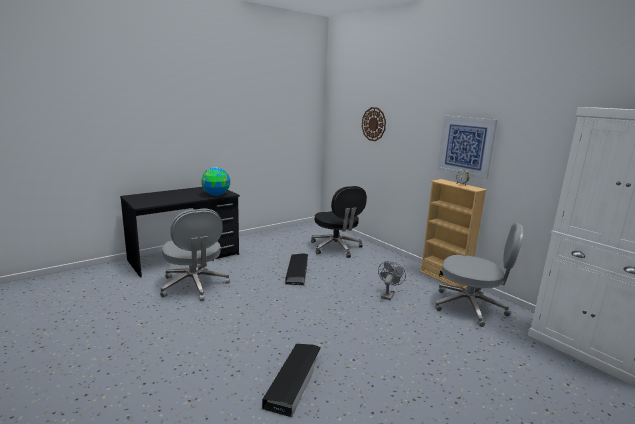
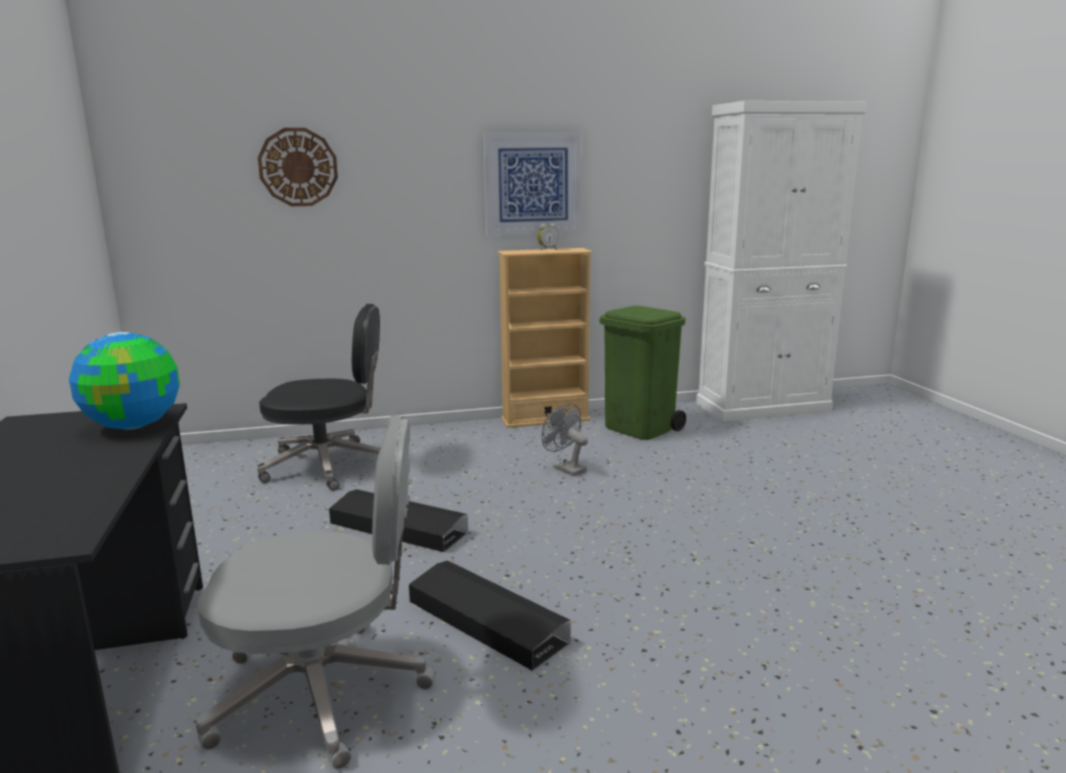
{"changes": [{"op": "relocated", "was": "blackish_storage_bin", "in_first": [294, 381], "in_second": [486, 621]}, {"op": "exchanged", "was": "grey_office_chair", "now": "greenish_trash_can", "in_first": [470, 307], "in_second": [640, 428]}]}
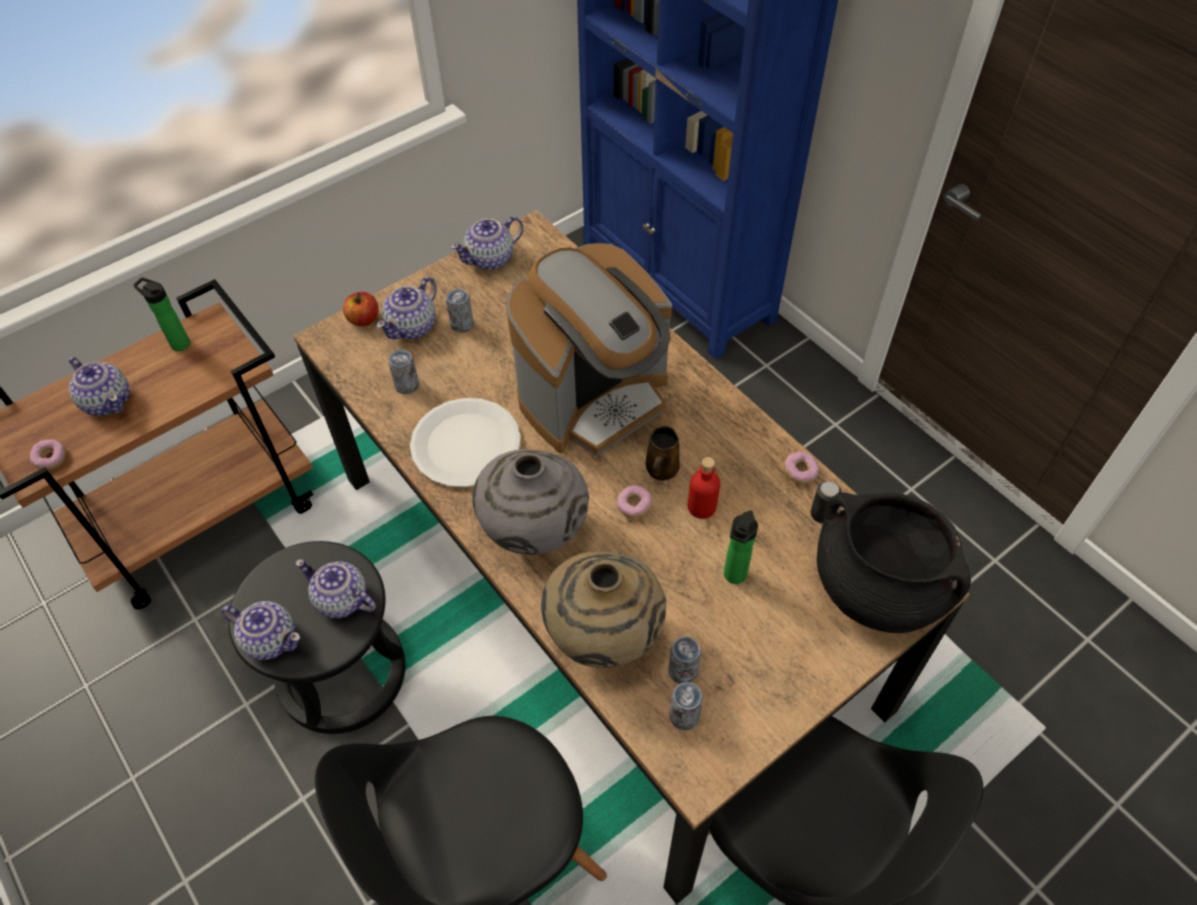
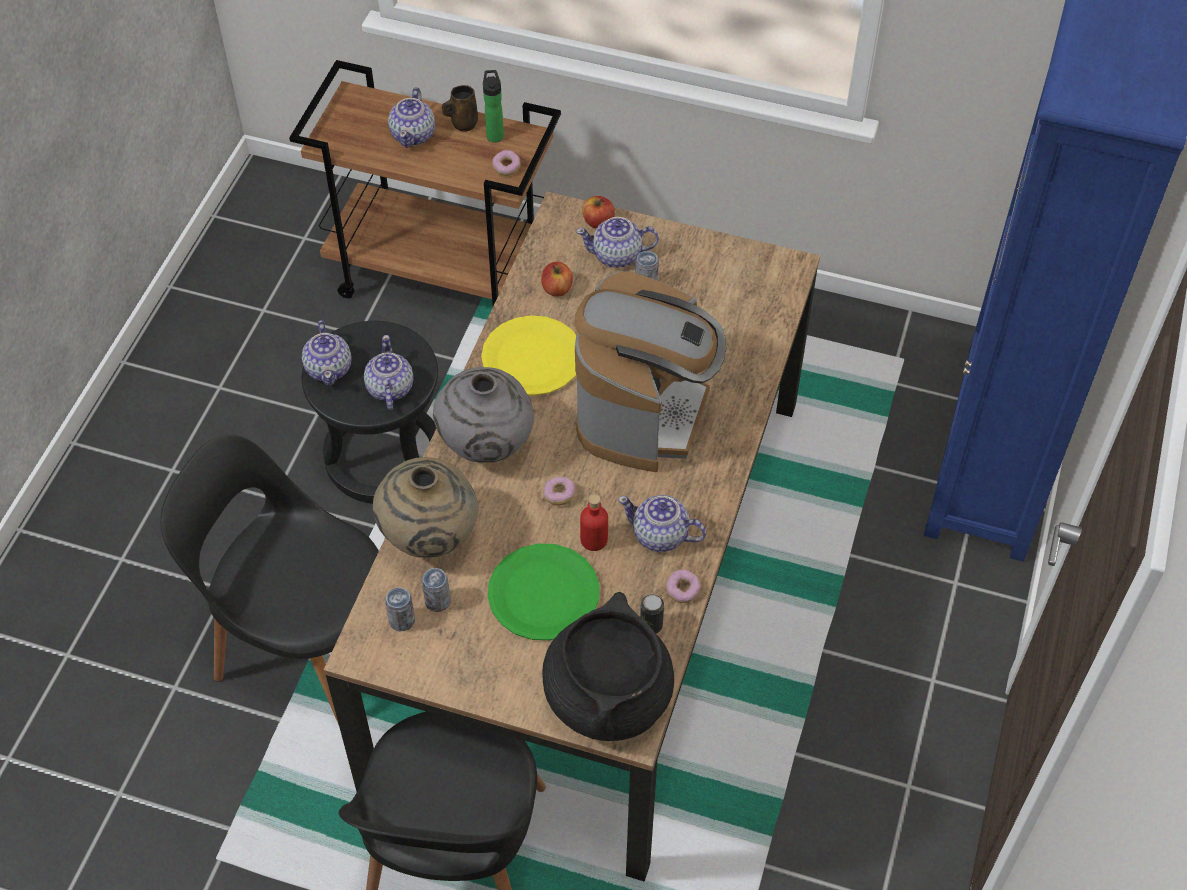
{"changes": [{"op": "relocated", "was": "donut", "in_first": [51, 459], "in_second": [506, 167]}, {"op": "exchanged", "was": "metal_can", "now": "apple", "in_first": [407, 385], "in_second": [557, 289]}, {"op": "colour", "was": "white-coloured_flat_dish", "now": "yellow-coloured_flat_dish", "in_first": [466, 444], "in_second": [532, 358]}, {"op": "relocated", "was": "teapot", "in_first": [491, 258], "in_second": [661, 535]}, {"op": "spun", "was": "coffee_machine", "in_first": [595, 399], "in_second": [644, 413], "clockwise": -90}, {"op": "relocated", "was": "brownish_tea_mug", "in_first": [661, 470], "in_second": [463, 123]}, {"op": "exchanged", "was": "beverage_bottle", "now": "greenish_flat_dish", "in_first": [733, 577], "in_second": [543, 593]}]}
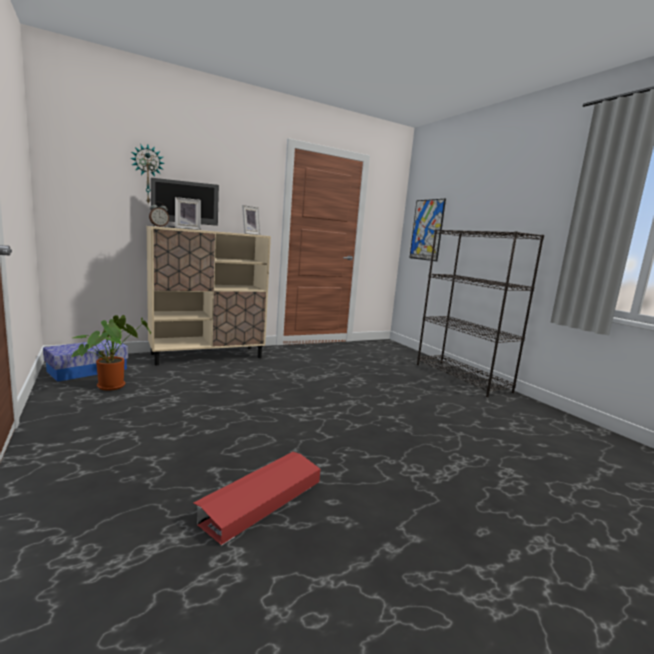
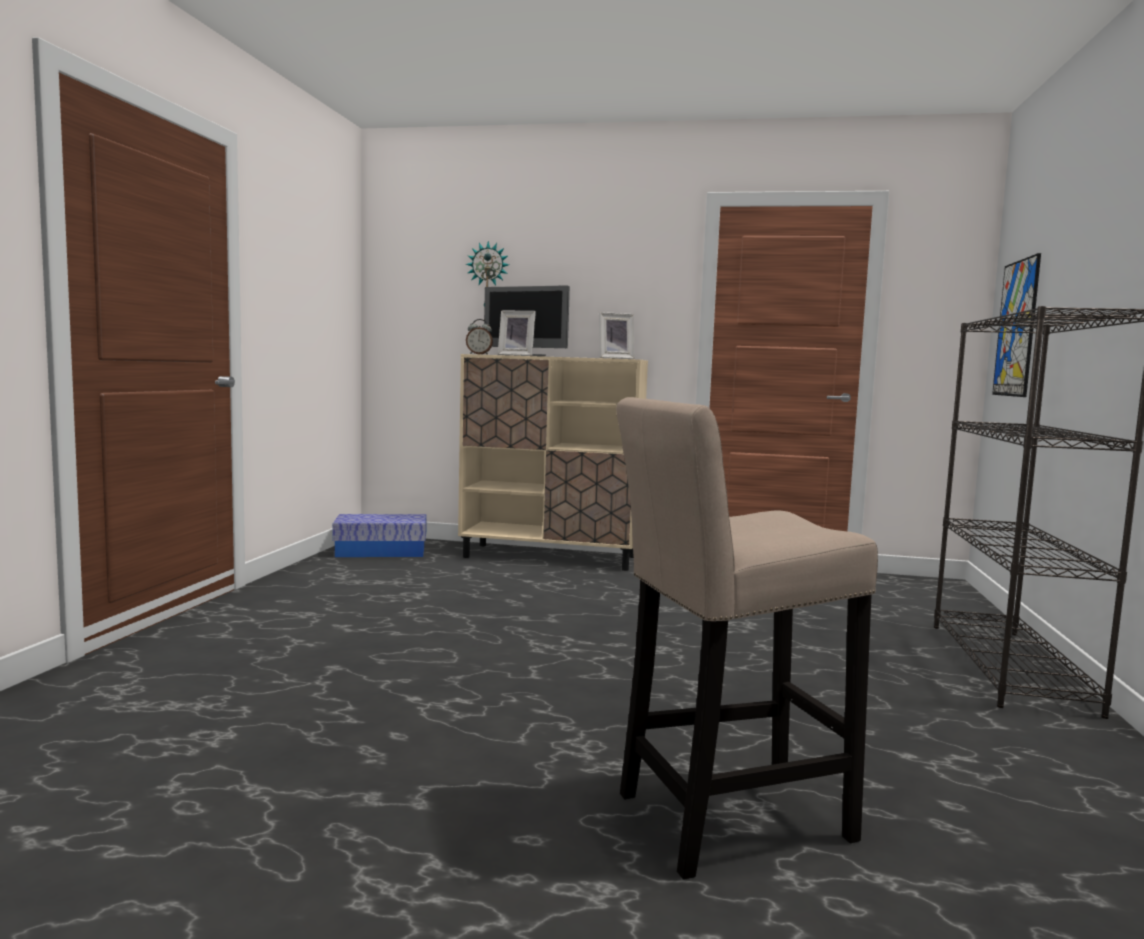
{"changes": [{"op": "missing", "was": "plant_in_a_pot", "in_first": [112, 385]}, {"op": "missing", "was": "reddish_storage_bin", "in_first": [261, 500]}, {"op": "appeared", "now": "sand-coloured_stool_seat", "in_second": [722, 820]}]}
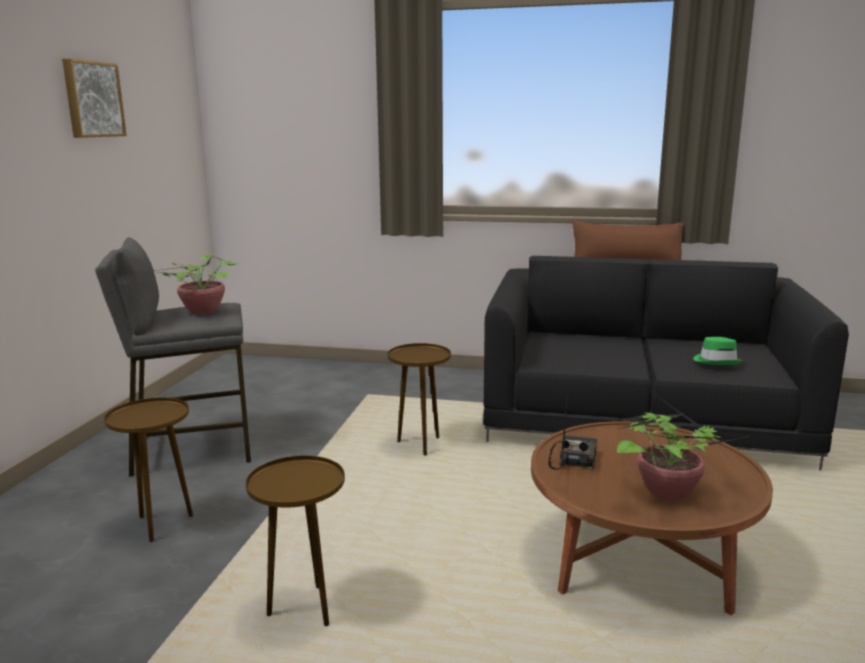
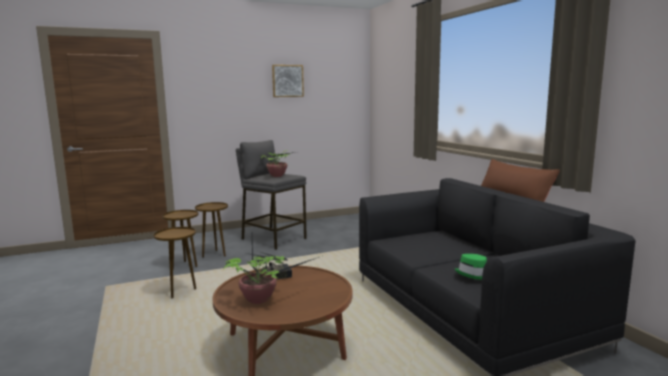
{"changes": [{"op": "relocated", "was": "brownish_side_table", "in_first": [420, 445], "in_second": [184, 266]}]}
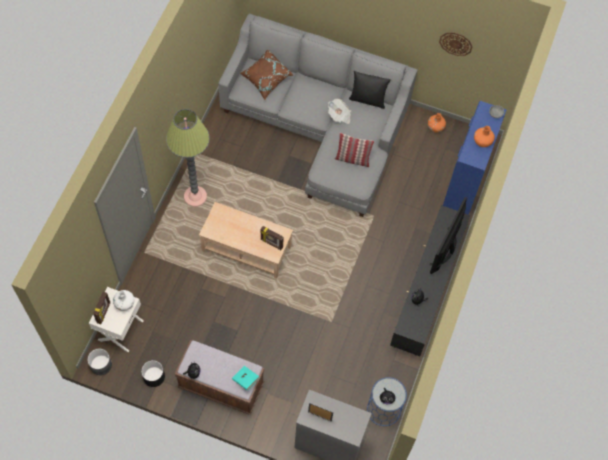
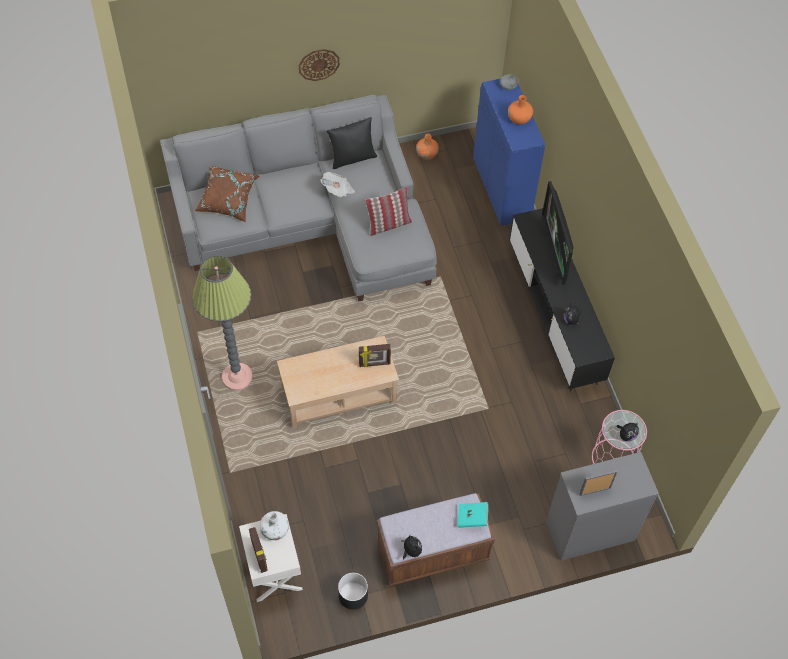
{"changes": [{"op": "missing", "was": "grey_flower_pot", "in_first": [101, 365]}, {"op": "colour", "was": "bluish_side_table", "now": "pink_side_table", "in_first": [384, 409], "in_second": [613, 458]}, {"op": "relocated", "was": "hanging_clock", "in_first": [455, 43], "in_second": [319, 64]}]}
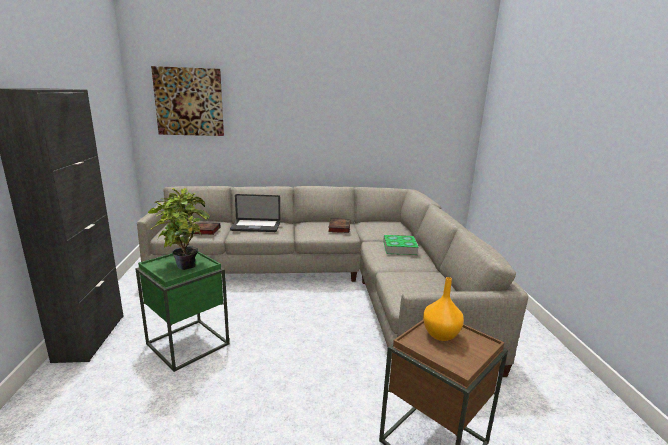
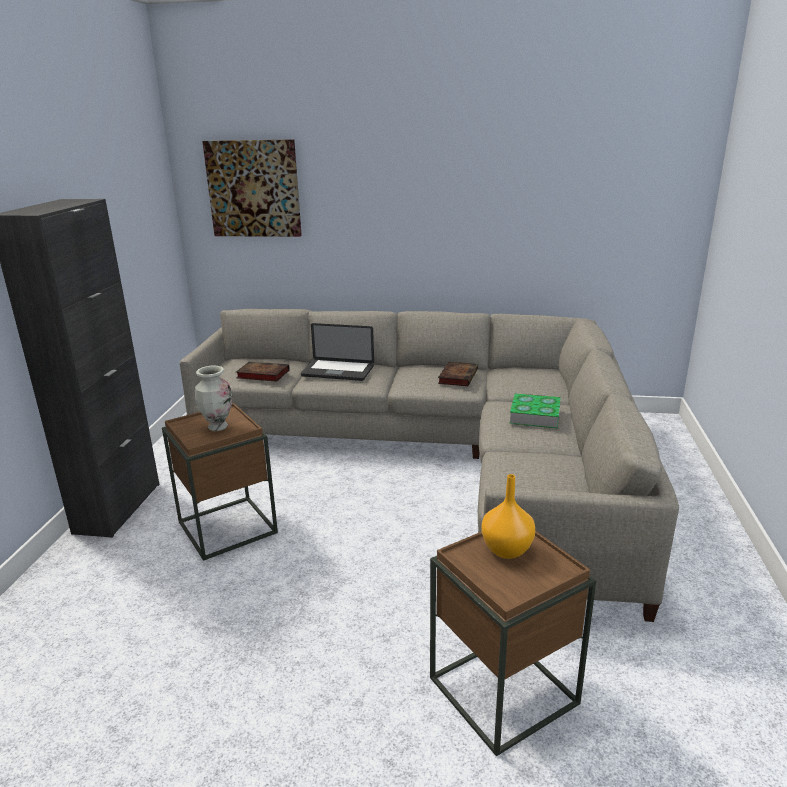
{"changes": [{"op": "colour", "was": "greenish_side_table", "now": "brownish_side_table", "in_first": [188, 343], "in_second": [227, 527]}, {"op": "exchanged", "was": "plant_in_a_pot", "now": "flower_vase", "in_first": [184, 265], "in_second": [217, 427]}]}
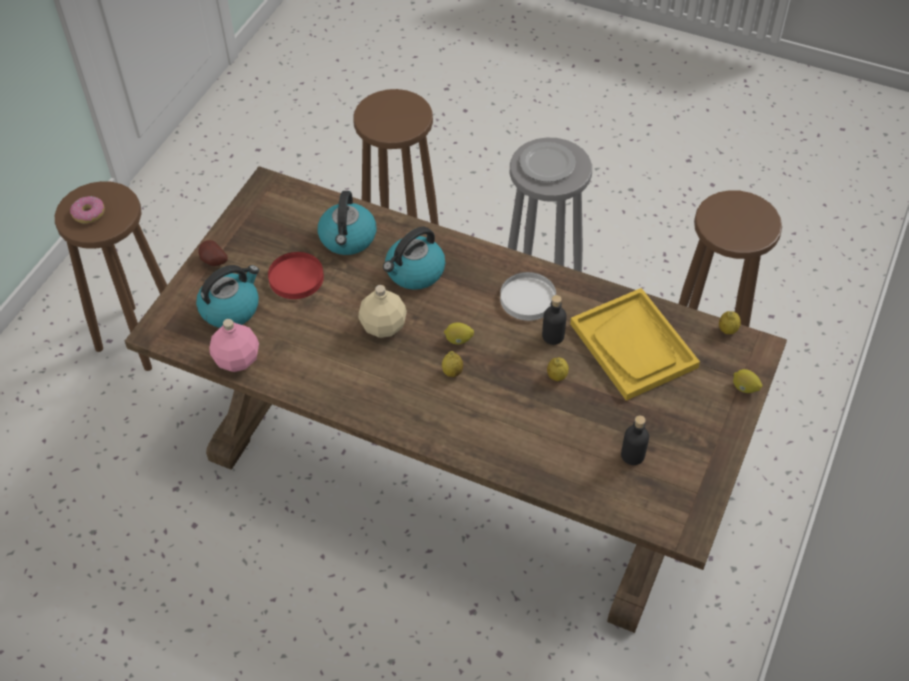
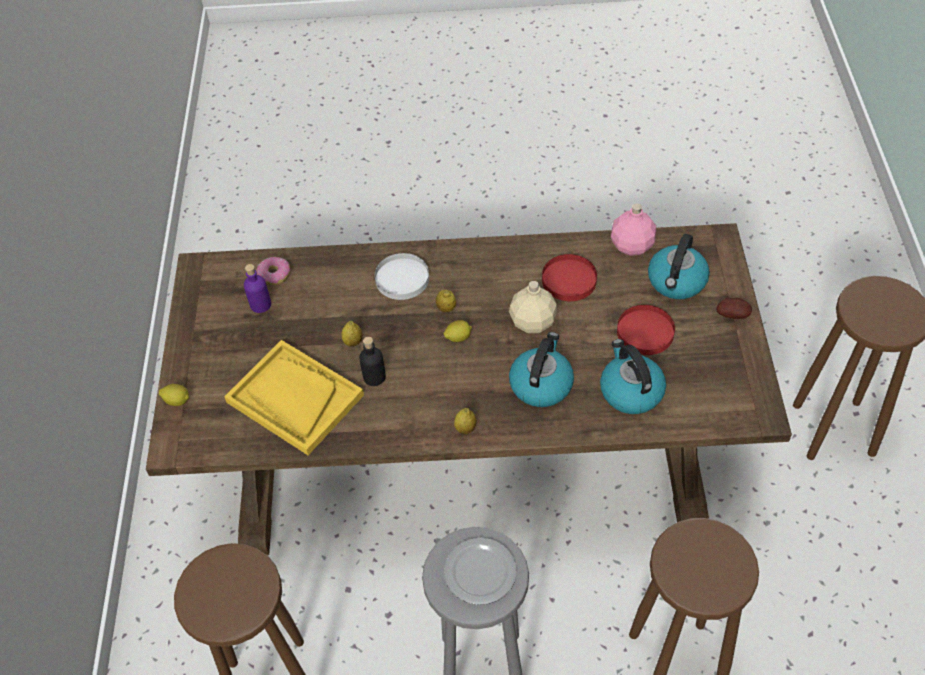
{"changes": [{"op": "relocated", "was": "donut", "in_first": [89, 214], "in_second": [274, 275]}, {"op": "relocated", "was": "white-coloured_flat_dish", "in_first": [528, 299], "in_second": [402, 278]}, {"op": "colour", "was": "blackish_beverage_bottle", "now": "purple-coloured_beverage_bottle", "in_first": [633, 455], "in_second": [260, 304]}, {"op": "relocated", "was": "citrus_fruit", "in_first": [727, 330], "in_second": [465, 428]}, {"op": "appeared", "now": "reddish_flat_dish", "in_second": [568, 280]}]}
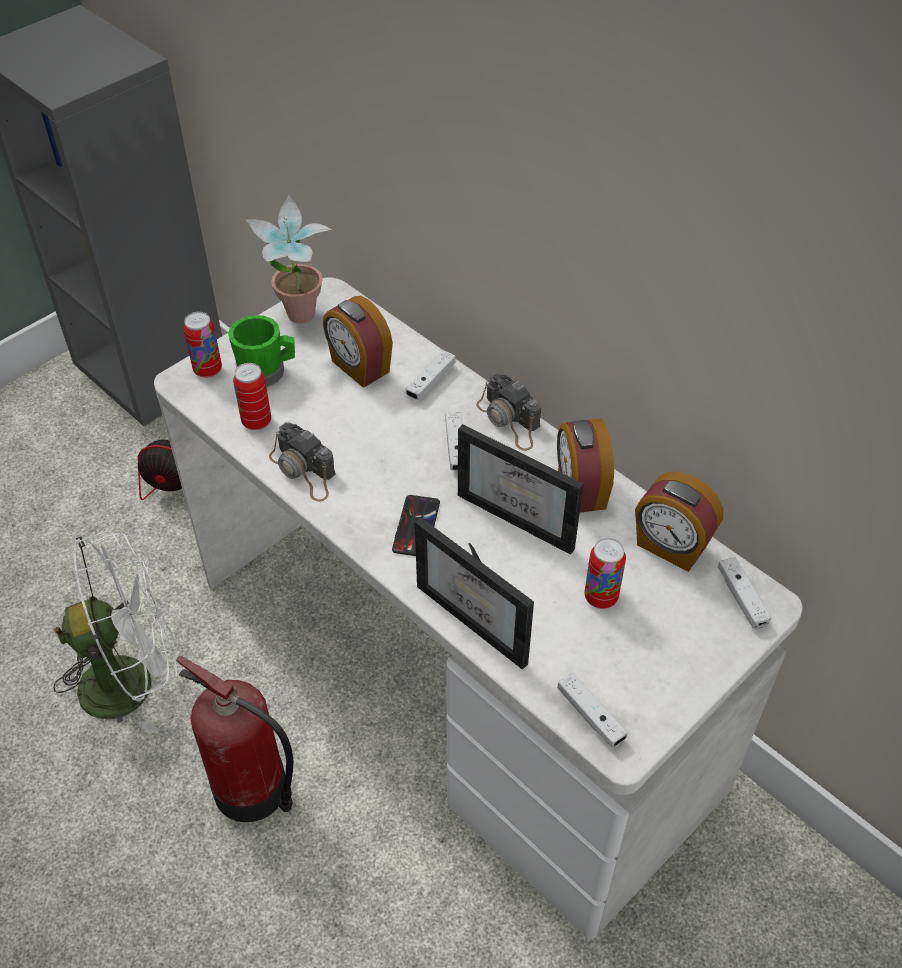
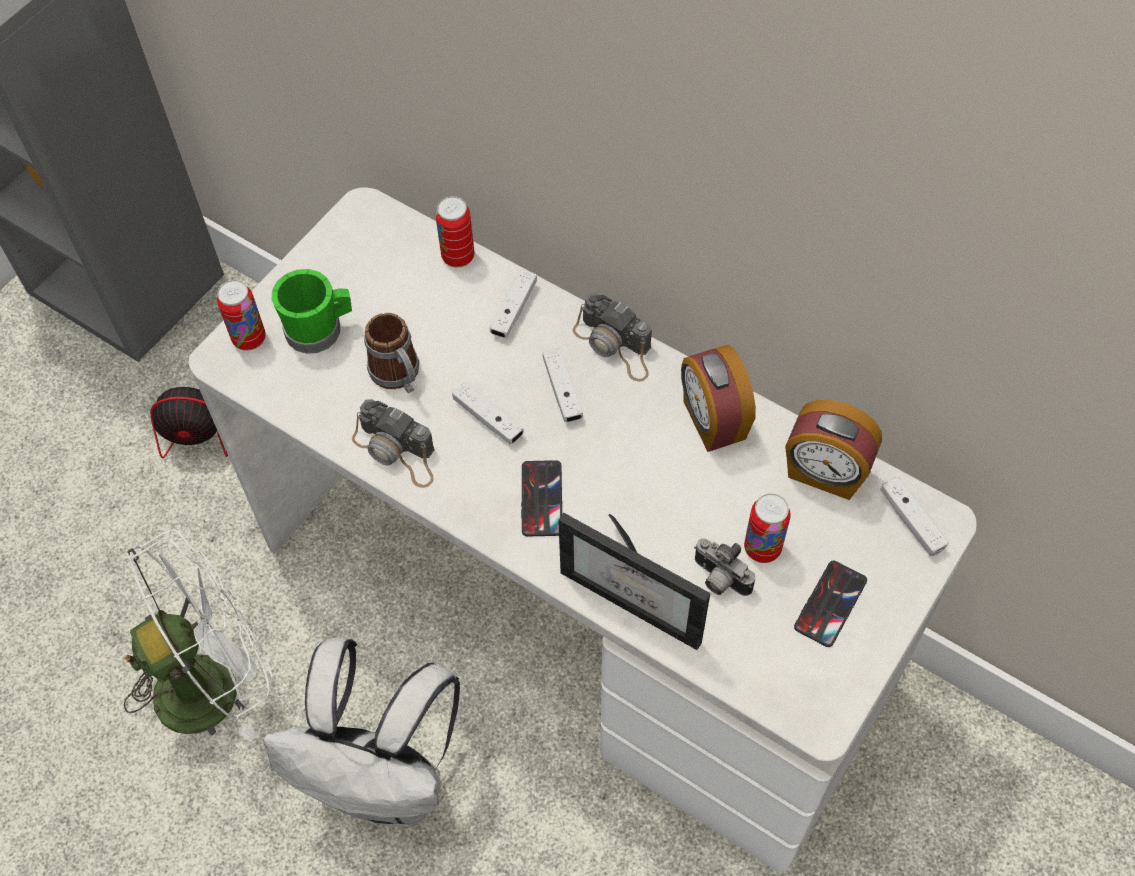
{"changes": [{"op": "exchanged", "was": "fire-fighting_cylinder", "now": "white-coloured_backpack", "in_first": [254, 790], "in_second": [386, 782]}, {"op": "relocated", "was": "metal_can", "in_first": [256, 422], "in_second": [458, 257]}, {"op": "missing", "was": "plant_in_a_pot", "in_first": [299, 321]}, {"op": "missing", "was": "bedside_clock", "in_first": [359, 367]}, {"op": "missing", "was": "standing_frame", "in_first": [524, 514]}, {"op": "relocated", "was": "white-coloured_joypad", "in_first": [590, 715], "in_second": [488, 419]}, {"op": "appeared", "now": "tea_mug", "in_second": [399, 376]}, {"op": "appeared", "now": "still_camera", "in_second": [718, 579]}, {"op": "appeared", "now": "telephone", "in_second": [830, 603]}]}
